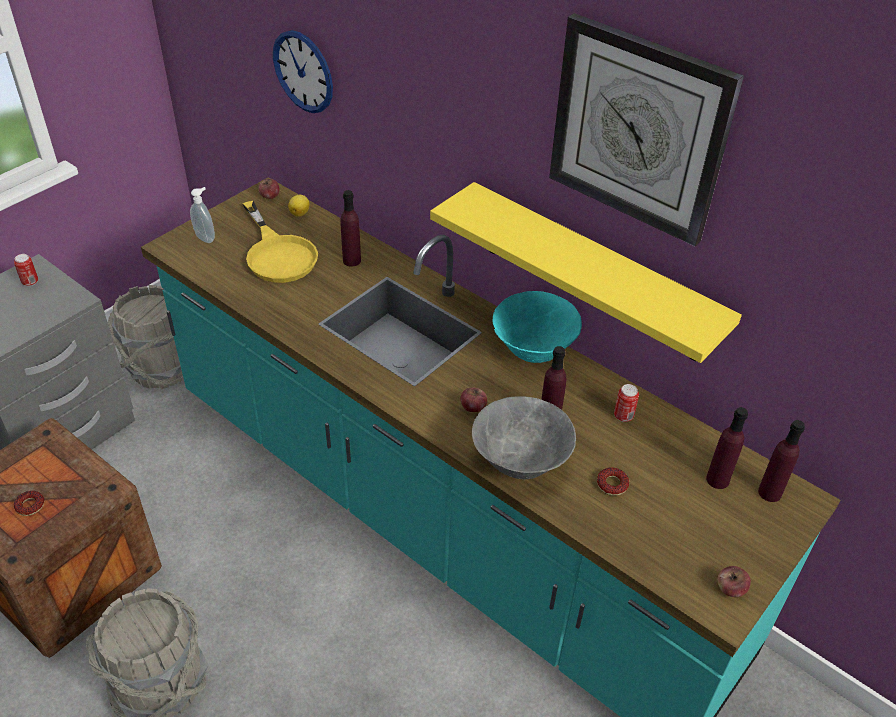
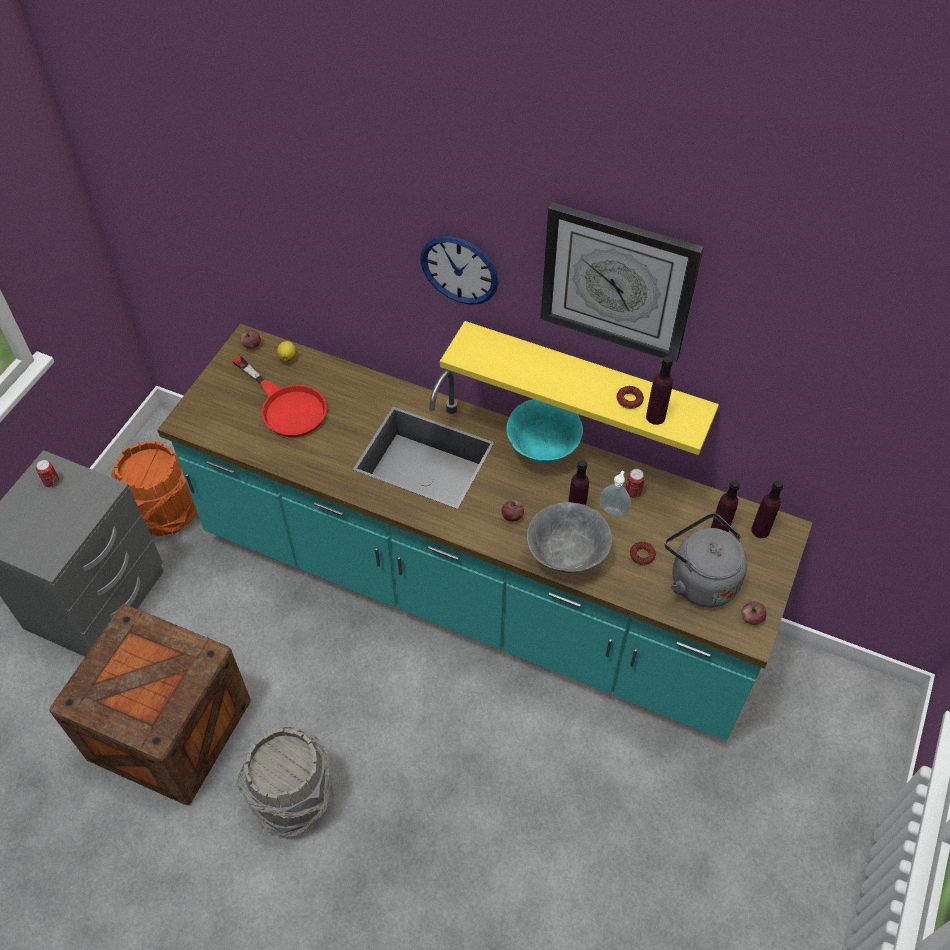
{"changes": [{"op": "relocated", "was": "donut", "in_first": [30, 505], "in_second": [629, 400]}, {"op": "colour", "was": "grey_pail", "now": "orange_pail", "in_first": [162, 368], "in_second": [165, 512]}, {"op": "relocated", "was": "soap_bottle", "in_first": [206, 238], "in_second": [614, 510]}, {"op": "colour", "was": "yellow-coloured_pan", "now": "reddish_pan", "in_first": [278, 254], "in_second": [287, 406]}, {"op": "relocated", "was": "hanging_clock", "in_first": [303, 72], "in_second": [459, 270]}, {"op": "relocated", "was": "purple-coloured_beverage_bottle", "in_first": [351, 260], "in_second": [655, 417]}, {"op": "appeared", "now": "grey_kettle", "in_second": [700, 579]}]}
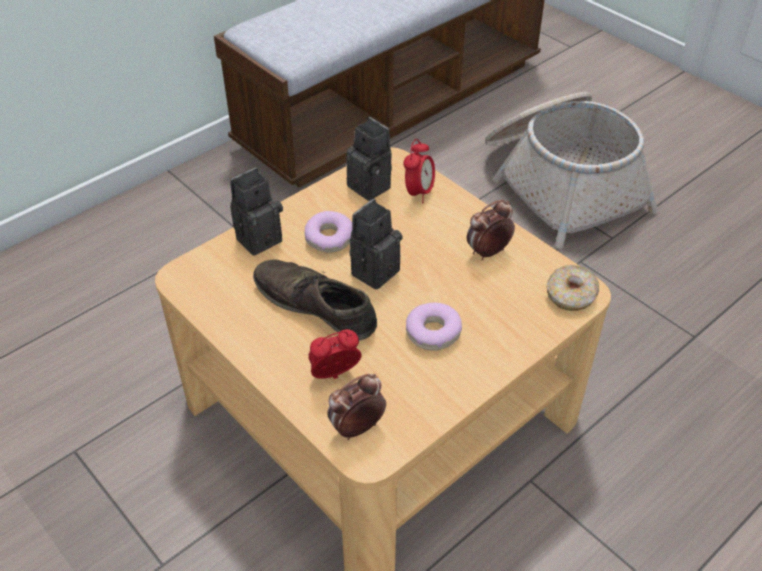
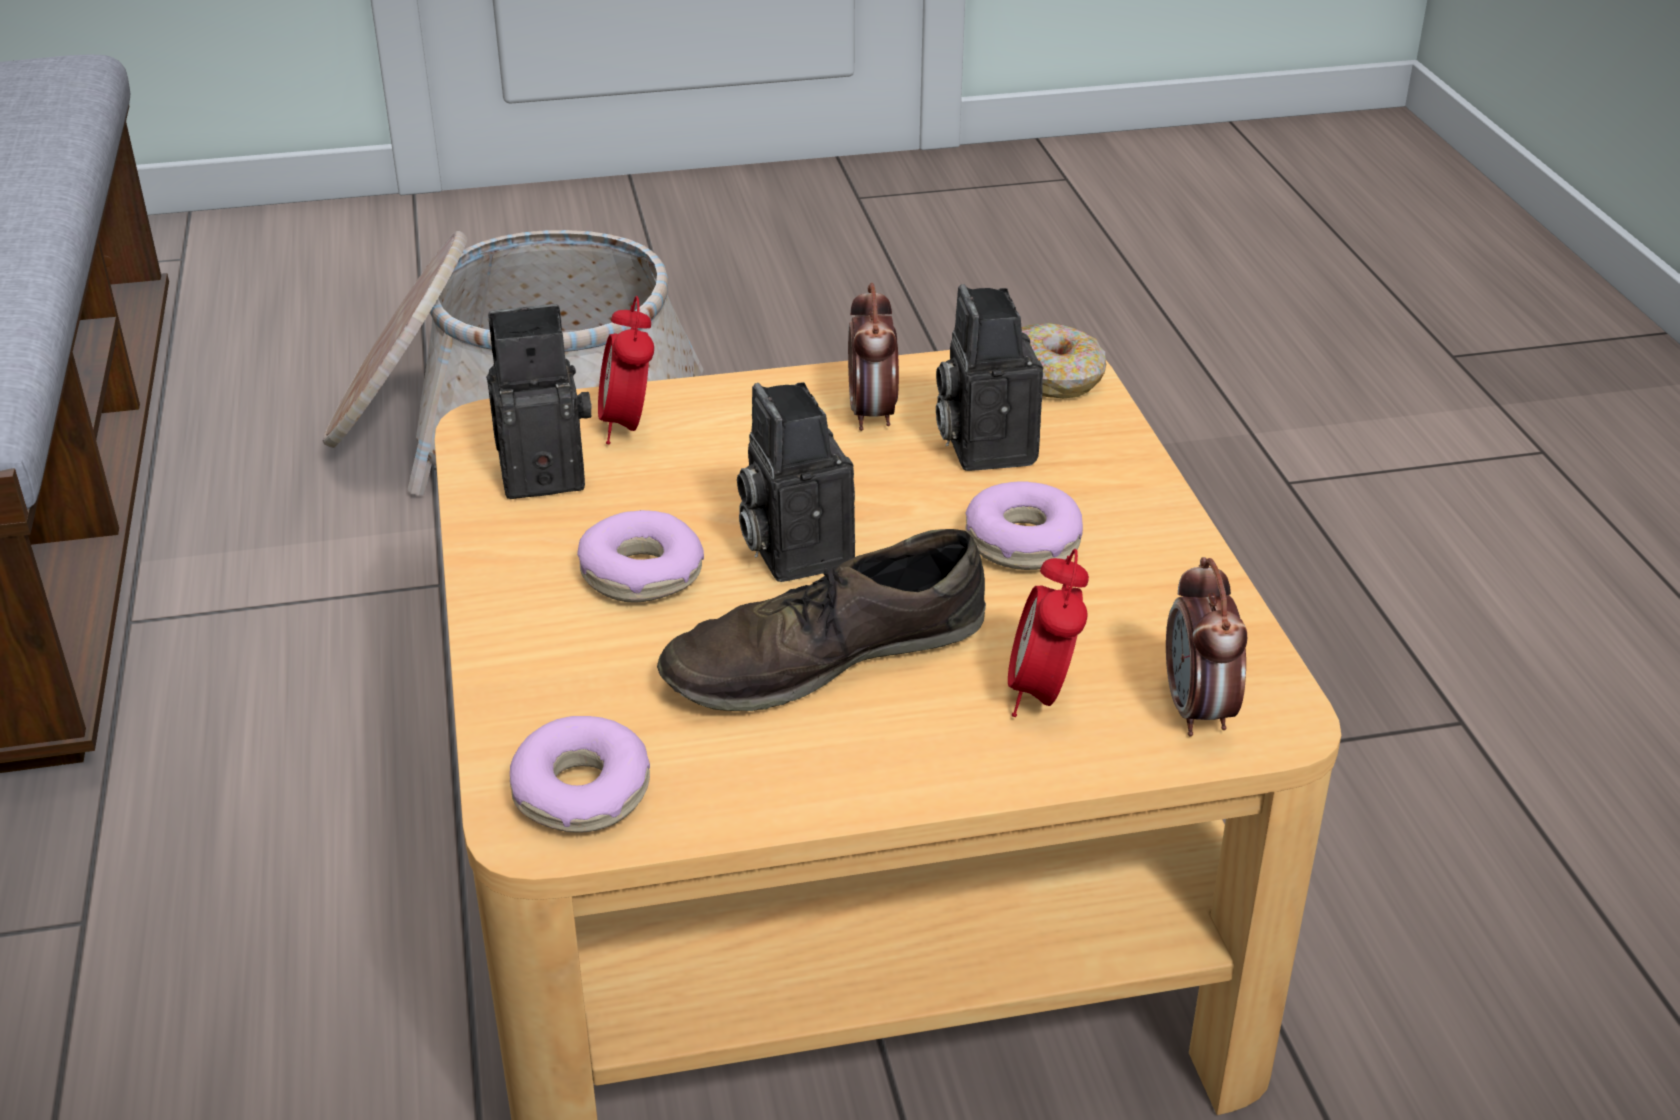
{"changes": [{"op": "relocated", "was": "still_camera", "in_first": [259, 237], "in_second": [983, 445]}, {"op": "spun", "was": "bedside_clock", "in_first": [419, 193], "in_second": [628, 427], "clockwise": -150}, {"op": "appeared", "now": "donut", "in_second": [581, 793]}]}
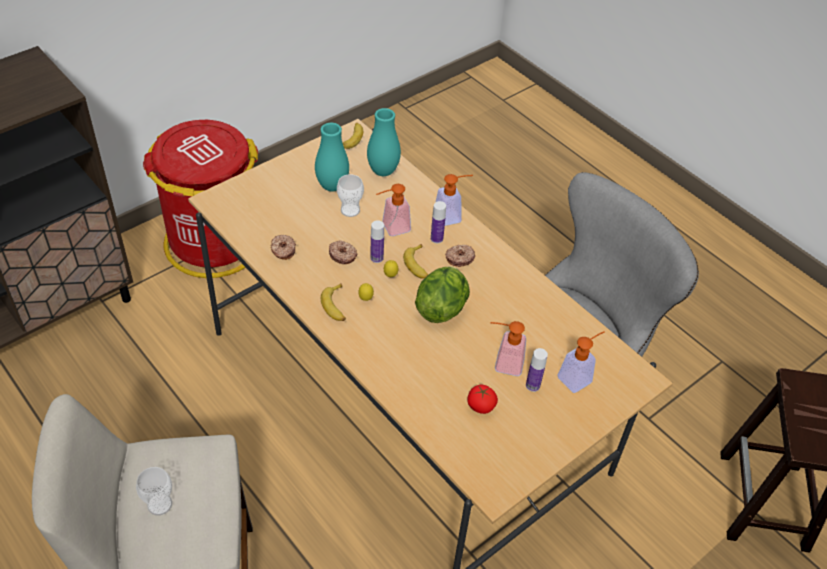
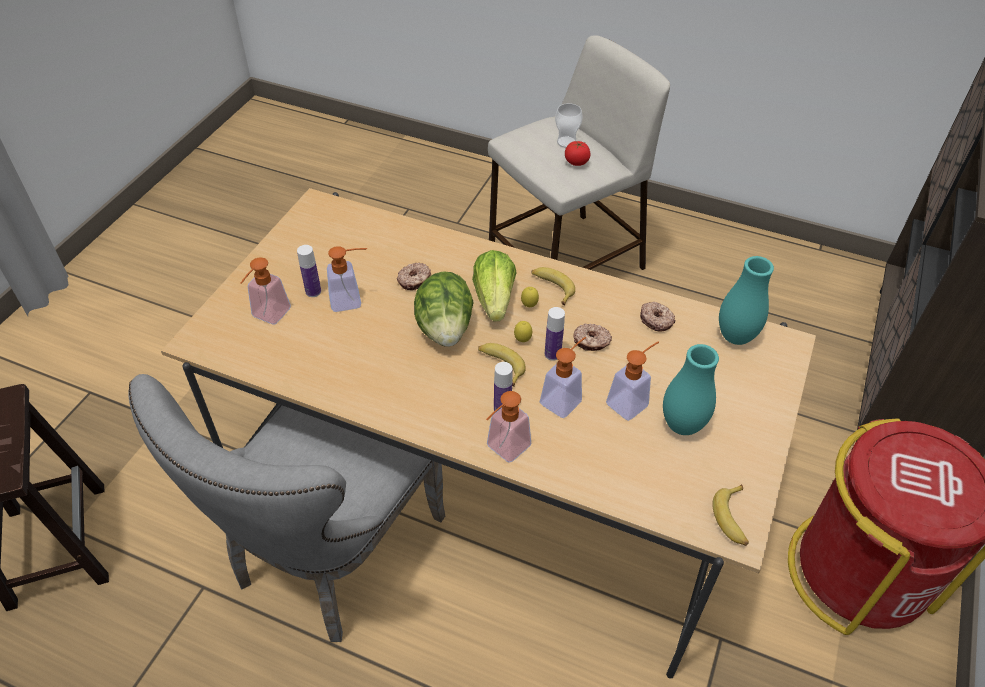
{"changes": [{"op": "exchanged", "was": "drinking_cup", "now": "soap_bottle", "in_first": [350, 210], "in_second": [631, 401]}, {"op": "relocated", "was": "turquoise-coloured_flower_vase", "in_first": [383, 171], "in_second": [735, 337]}, {"op": "relocated", "was": "donut", "in_first": [459, 258], "in_second": [414, 280]}, {"op": "relocated", "was": "whole_tomato", "in_first": [481, 406], "in_second": [576, 162]}, {"op": "appeared", "now": "head_of_lettuce", "in_second": [494, 299]}]}
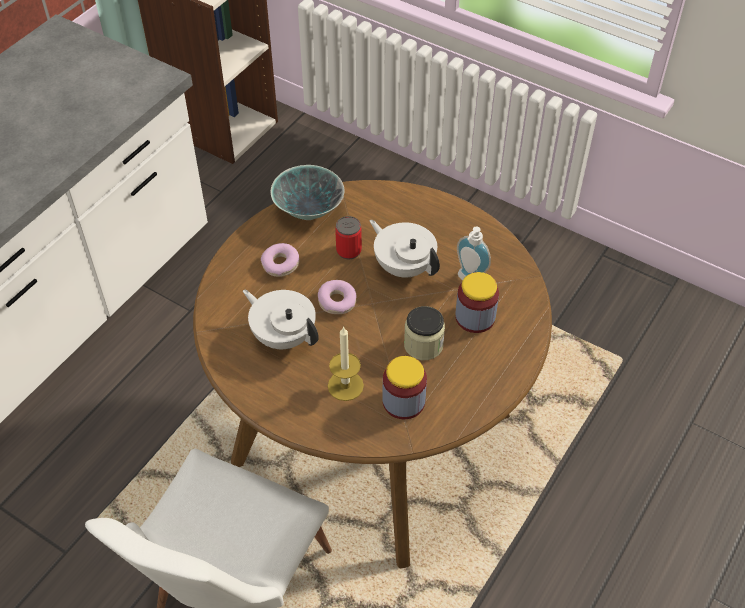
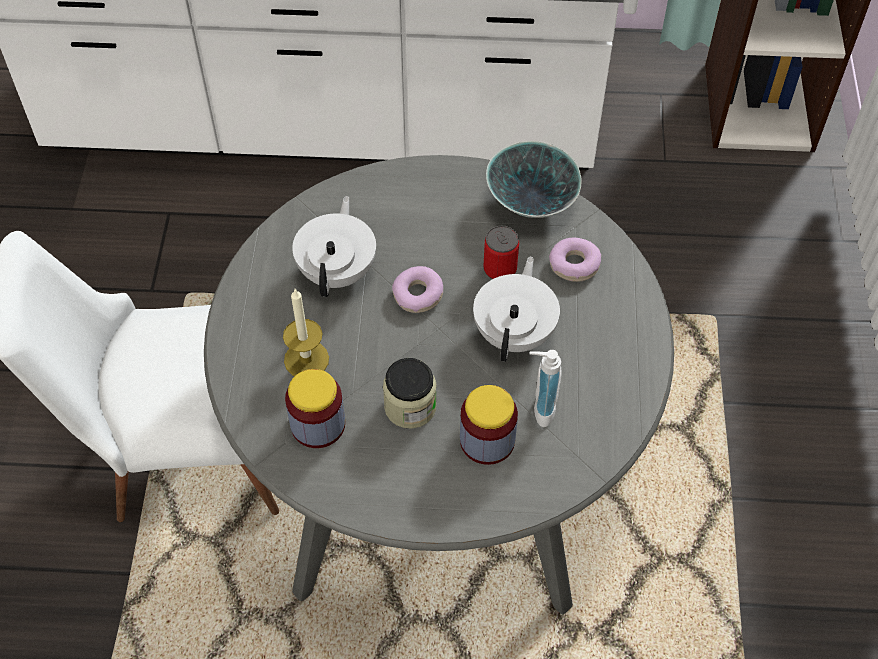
{"changes": [{"op": "colour", "was": "brownish_dining_table", "now": "grey_dining_table", "in_first": [372, 438], "in_second": [439, 482]}, {"op": "relocated", "was": "donut", "in_first": [280, 264], "in_second": [574, 264]}]}
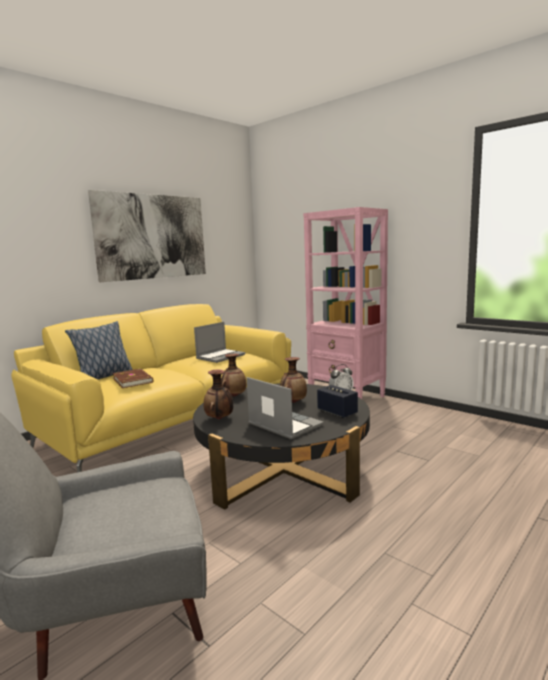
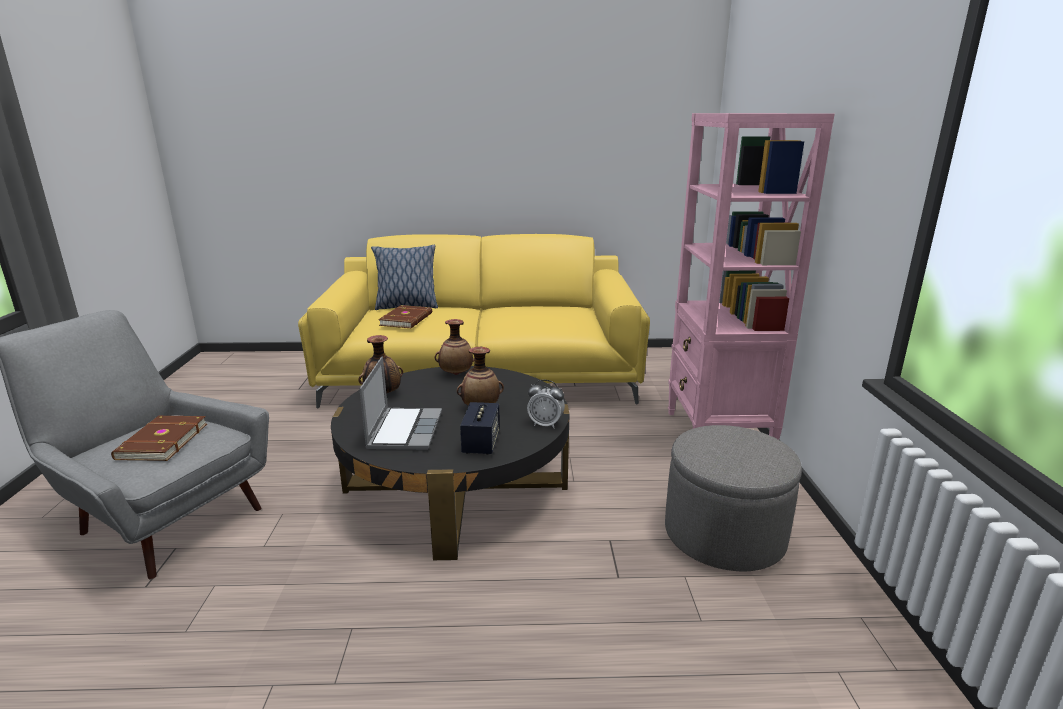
{"changes": [{"op": "missing", "was": "picture", "in_first": [152, 236]}, {"op": "missing", "was": "notebook_computer", "in_first": [220, 356]}, {"op": "appeared", "now": "brownish_book", "in_second": [161, 441]}, {"op": "appeared", "now": "grey_pouffe", "in_second": [724, 535]}]}
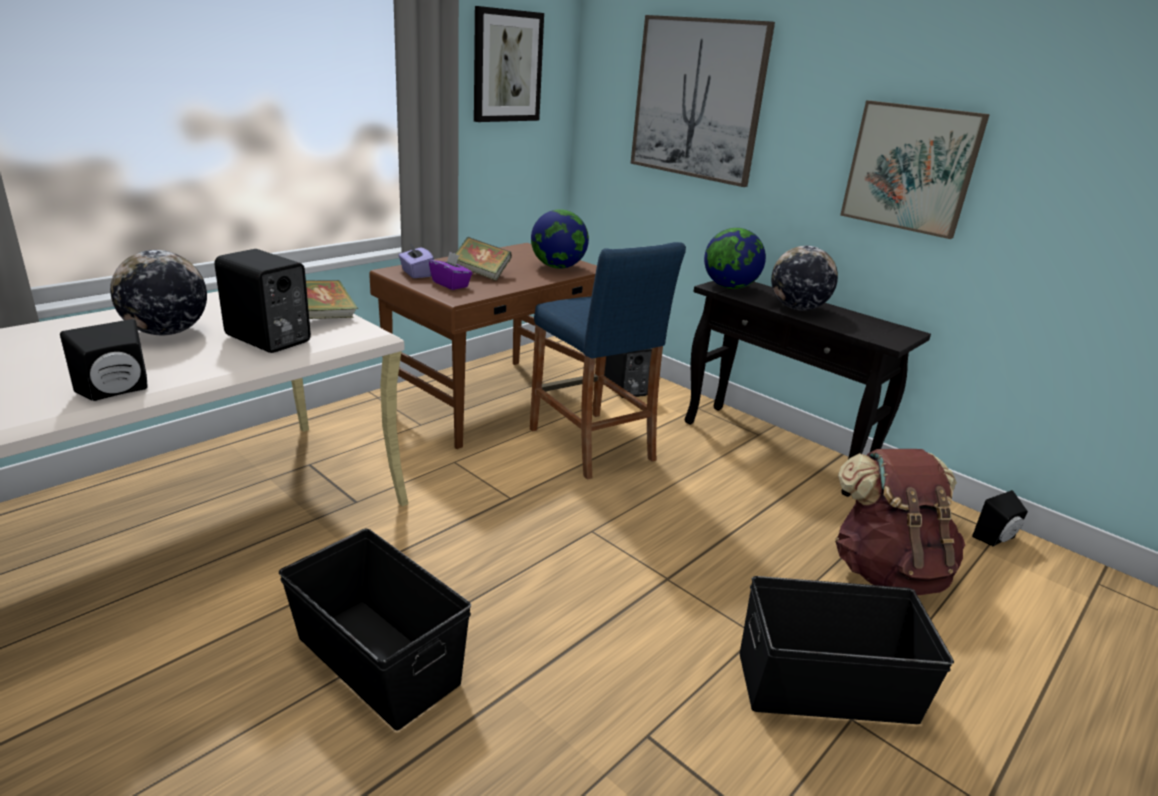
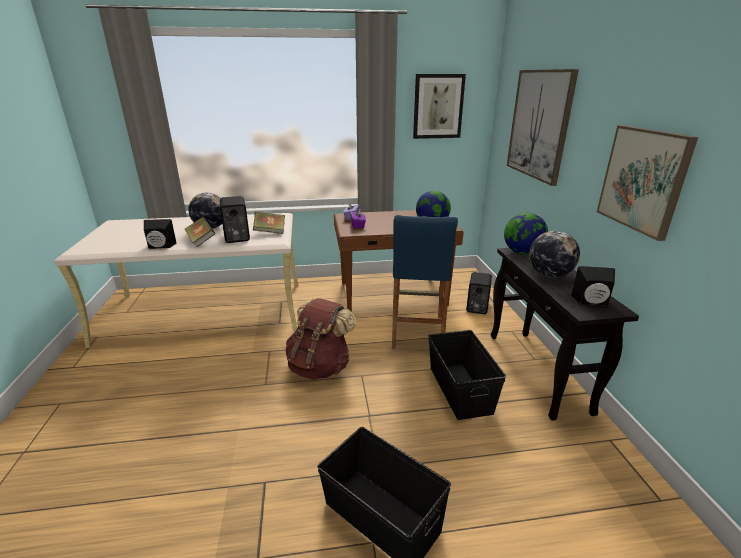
{"changes": [{"op": "relocated", "was": "blackish_storage_bin", "in_first": [378, 658], "in_second": [460, 389]}, {"op": "relocated", "was": "book", "in_first": [481, 274], "in_second": [201, 241]}, {"op": "relocated", "was": "brownish_backpack", "in_first": [886, 571], "in_second": [320, 367]}, {"op": "relocated", "was": "blackish_speaker", "in_first": [997, 539], "in_second": [591, 302]}]}
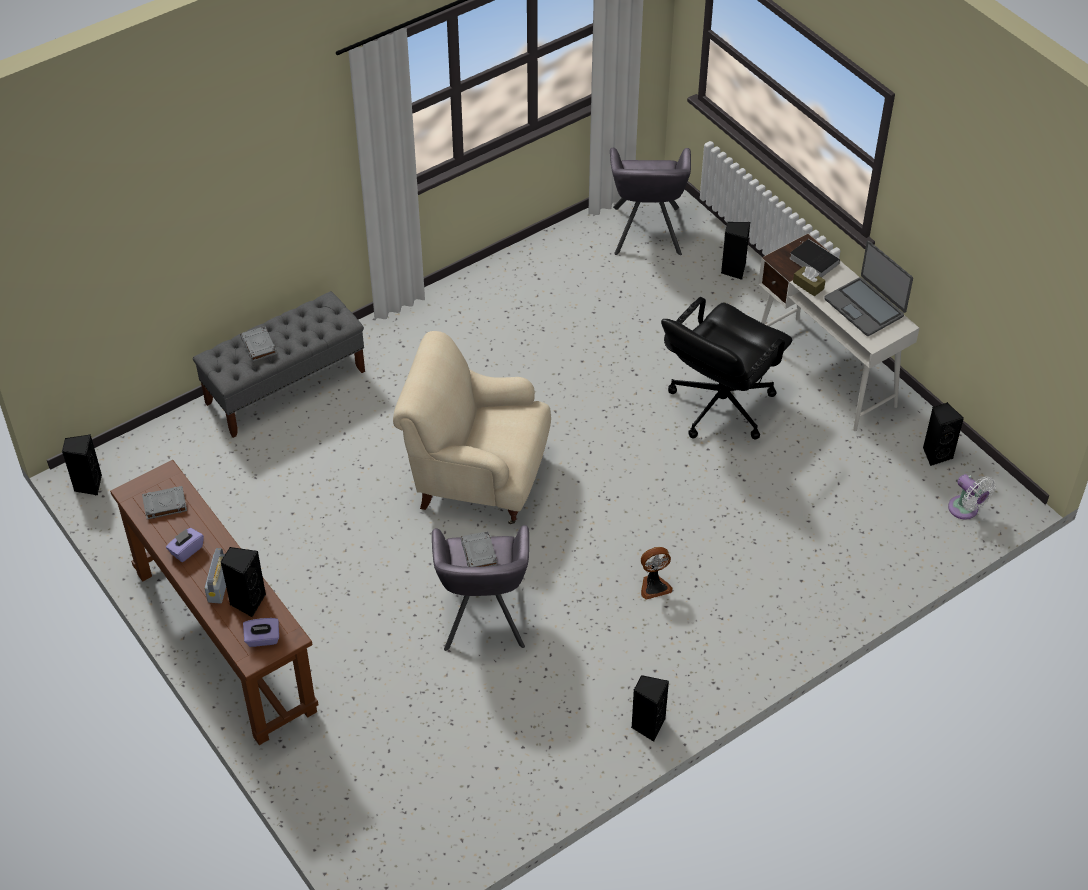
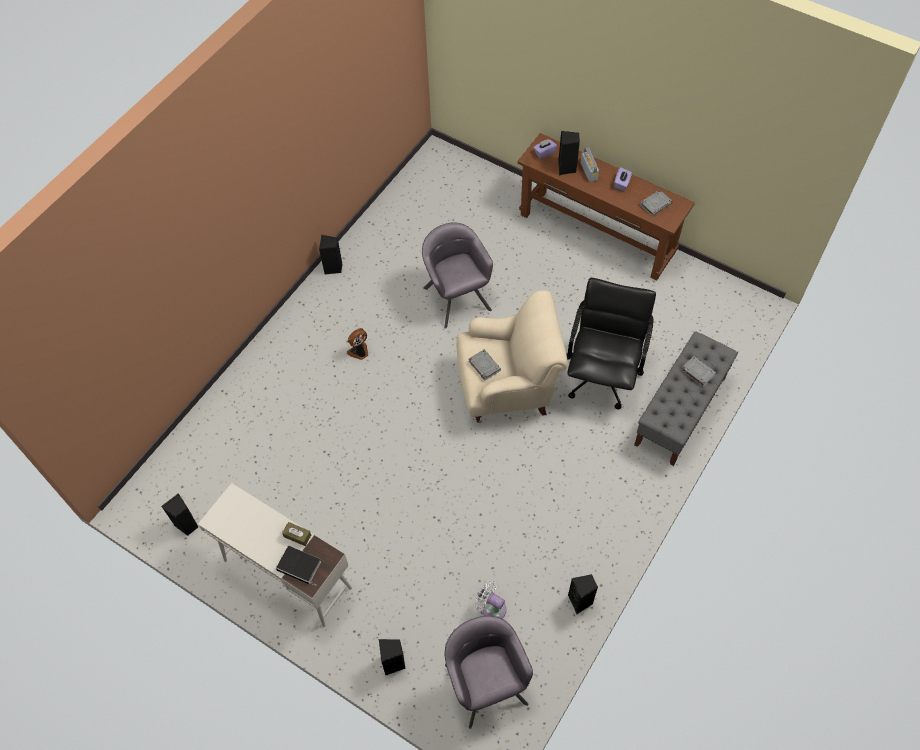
{"changes": [{"op": "relocated", "was": "blackish_speaker", "in_first": [88, 485], "in_second": [581, 601]}, {"op": "relocated", "was": "grey_book", "in_first": [479, 554], "in_second": [484, 366]}, {"op": "relocated", "was": "blackish_office_chair", "in_first": [719, 405], "in_second": [602, 375]}, {"op": "missing", "was": "notebook_computer", "in_first": [865, 307]}, {"op": "relocated", "was": "white-coloured_cooling_fan", "in_first": [965, 510], "in_second": [492, 608]}]}
